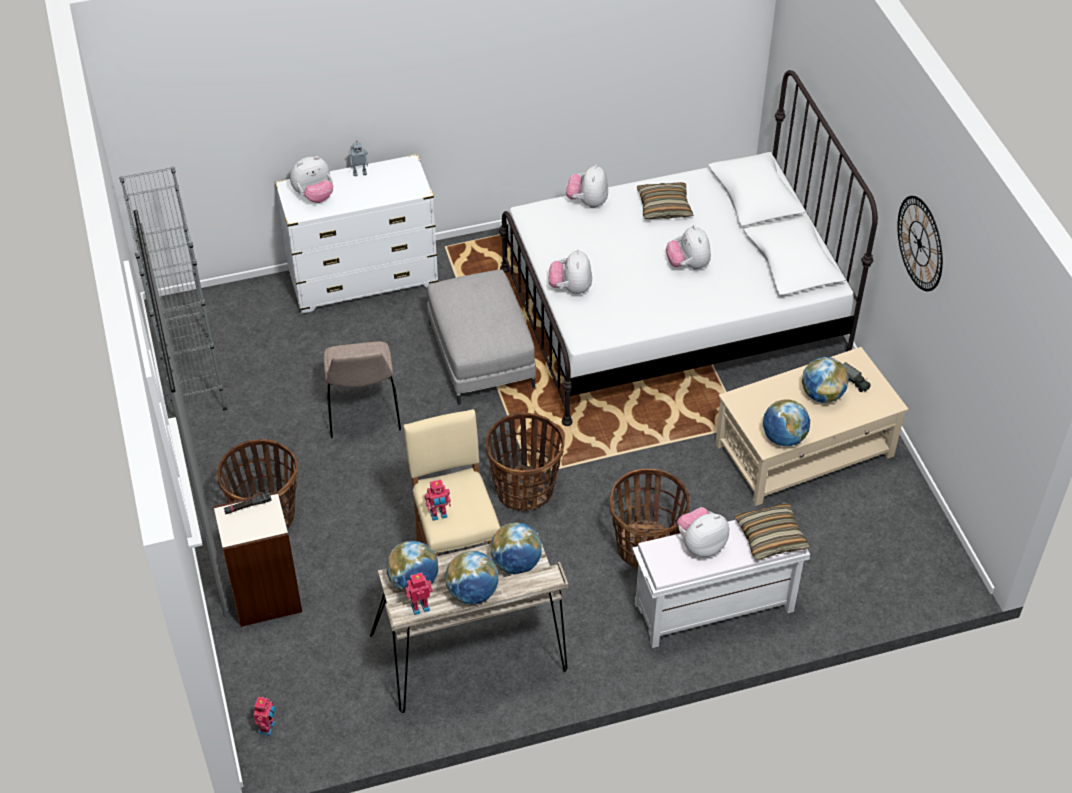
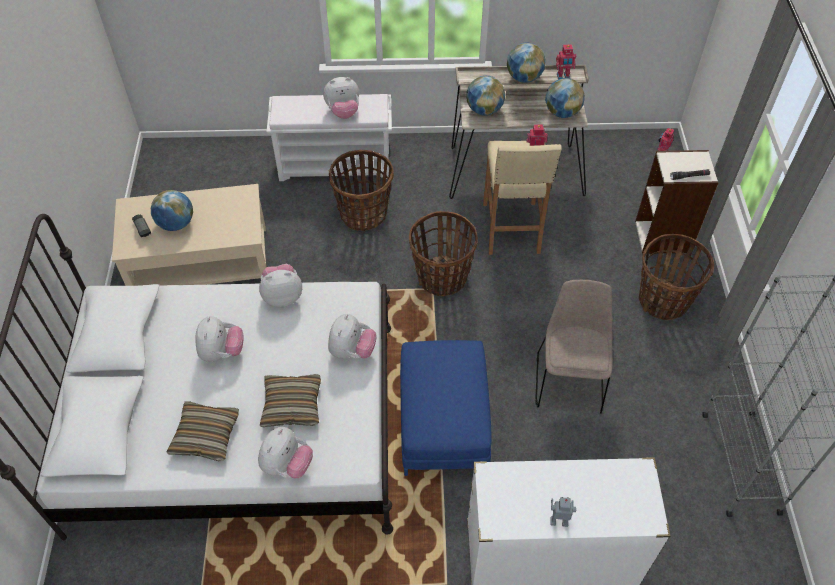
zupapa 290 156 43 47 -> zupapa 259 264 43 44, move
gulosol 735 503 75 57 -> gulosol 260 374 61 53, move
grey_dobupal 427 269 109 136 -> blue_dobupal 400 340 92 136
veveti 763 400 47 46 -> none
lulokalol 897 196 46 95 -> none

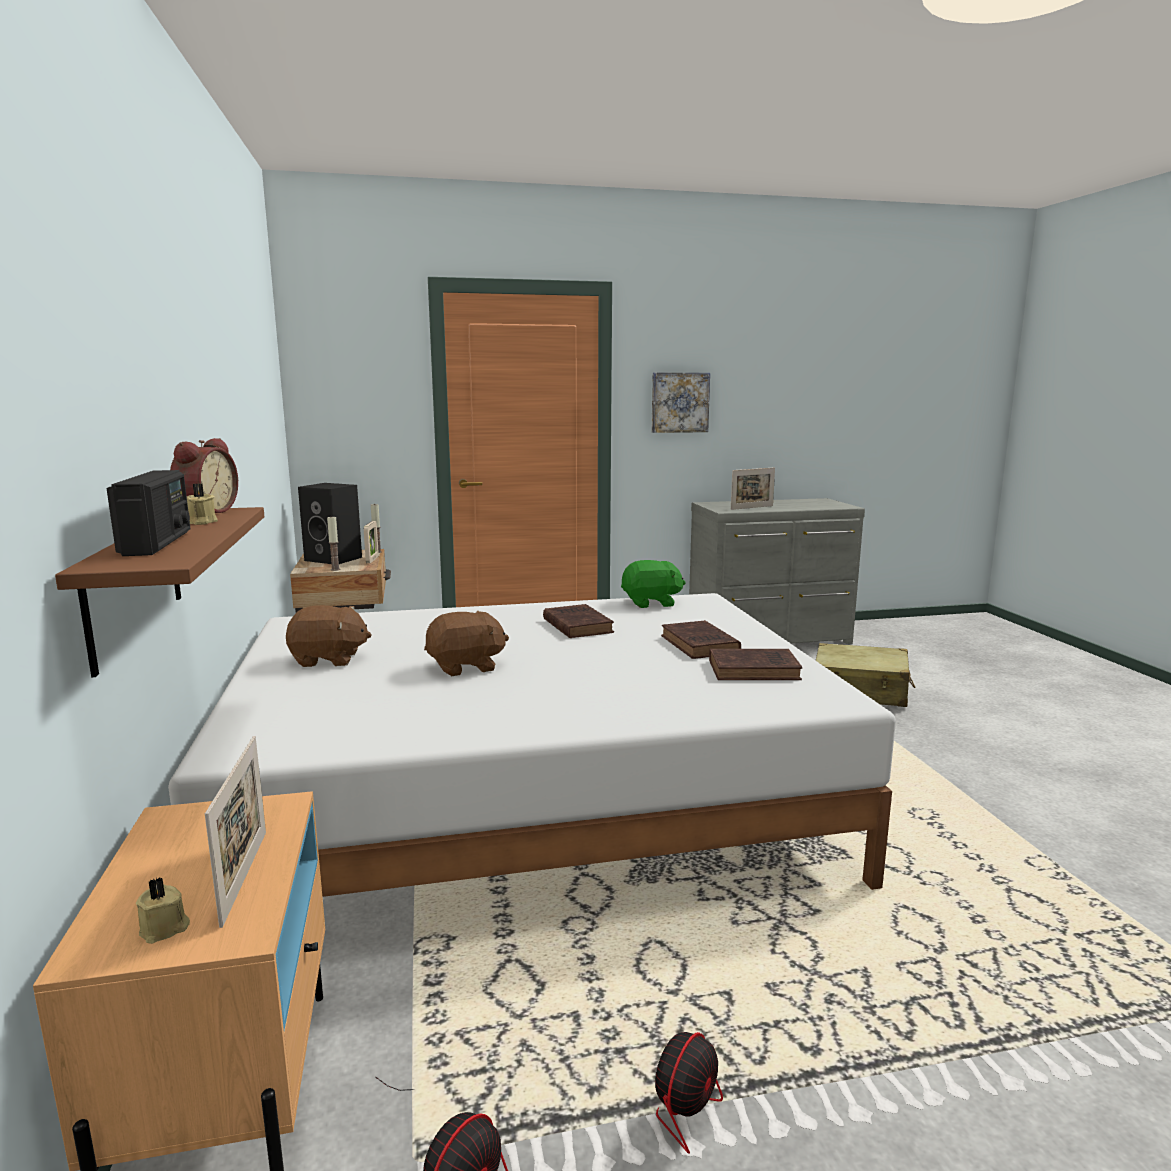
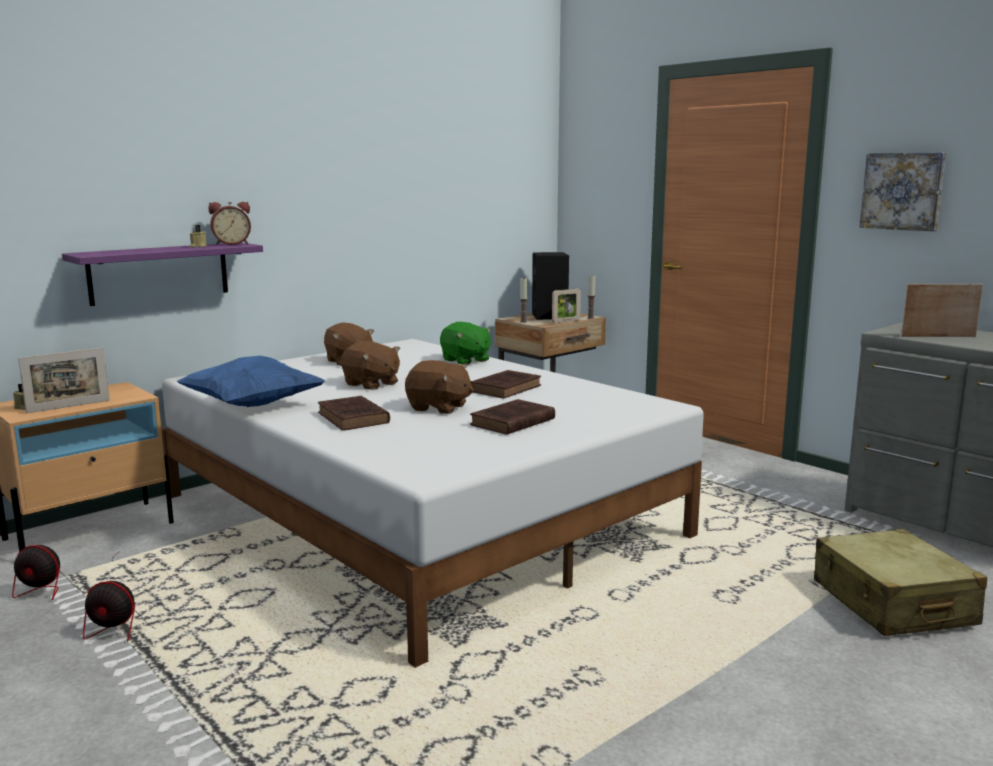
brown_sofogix 55 507 210 171 -> purple_sofogix 62 243 201 63
none -> blue_gulosol 176 356 149 51
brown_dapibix 709 649 93 31 -> brown_dapibix 318 396 72 34, move
none -> brown_zupapa 405 360 69 54
green_zupapa 621 560 65 48 -> green_zupapa 440 322 52 43, move
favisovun 731 467 44 43 -> favisovun 901 284 82 53, 150 degrees clockwise
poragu 106 470 84 86 -> none

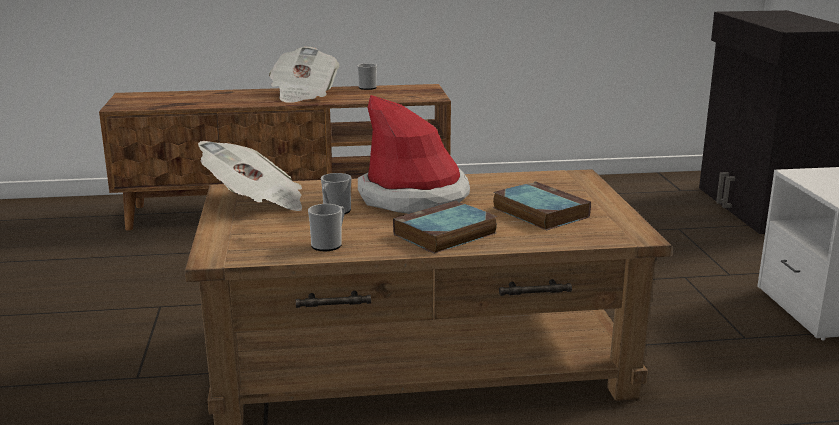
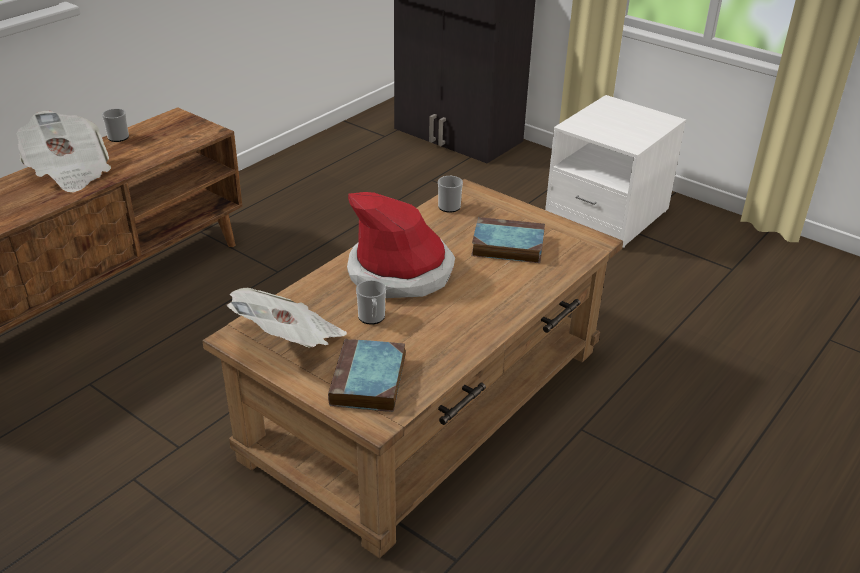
dapibix 393 200 105 54 -> dapibix 328 339 78 73, move
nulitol 308 204 37 47 -> nulitol 438 175 25 38, move

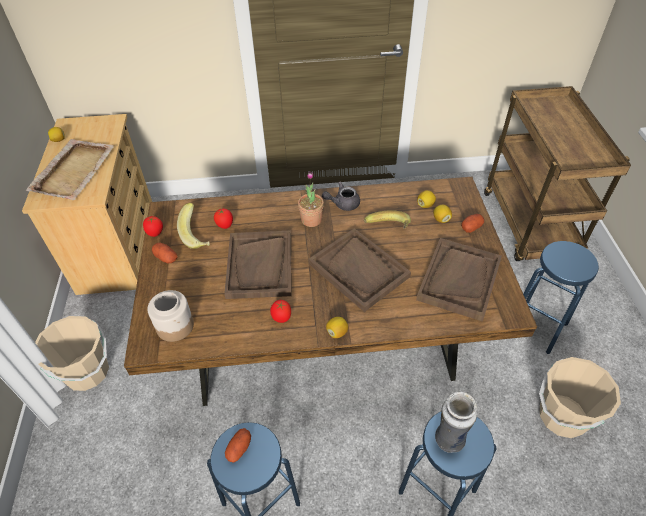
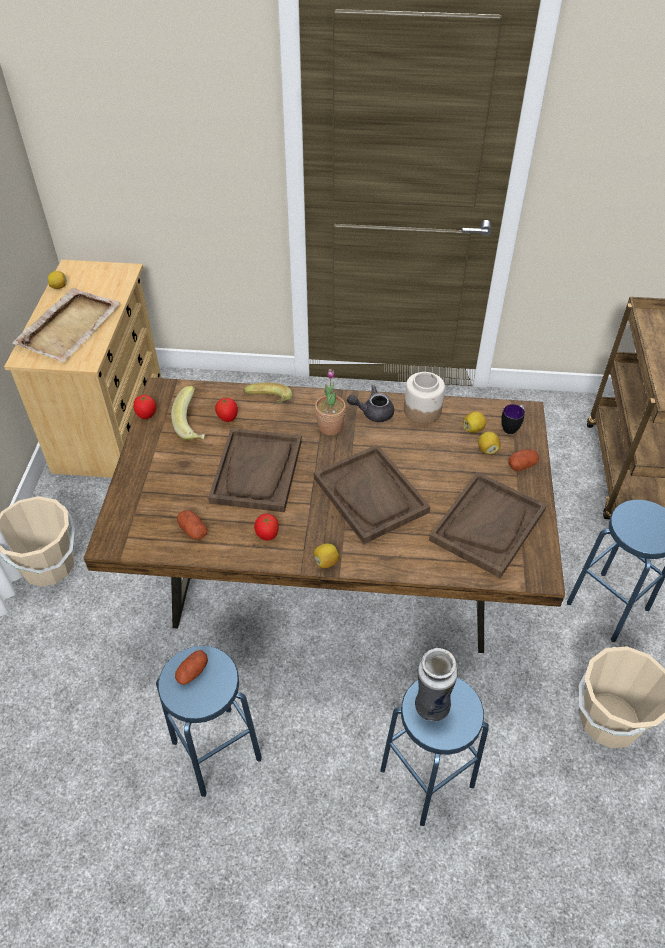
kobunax 152 243 26 20 -> kobunax 177 510 30 30, move
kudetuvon 364 210 47 19 -> kudetuvon 243 383 50 21, move
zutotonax 147 290 47 52 -> zutotonax 404 372 41 52, move
none -> nulitol 501 404 24 30

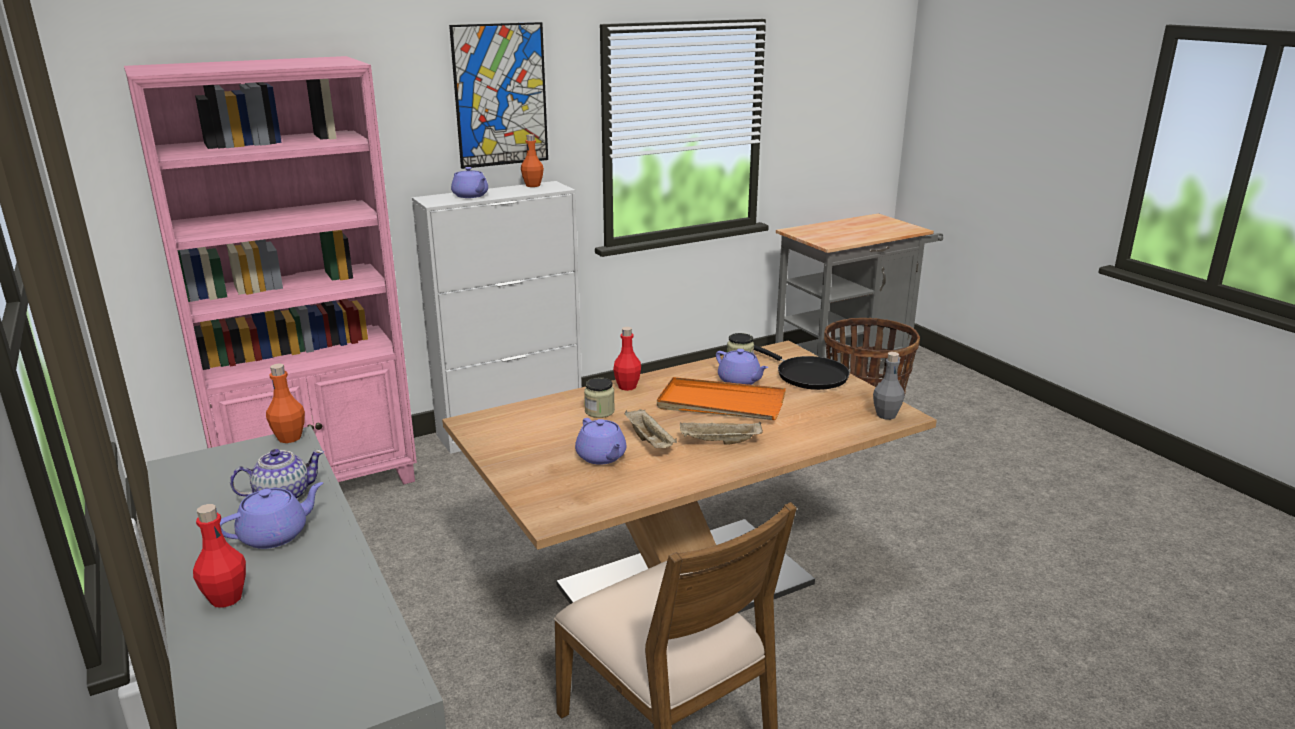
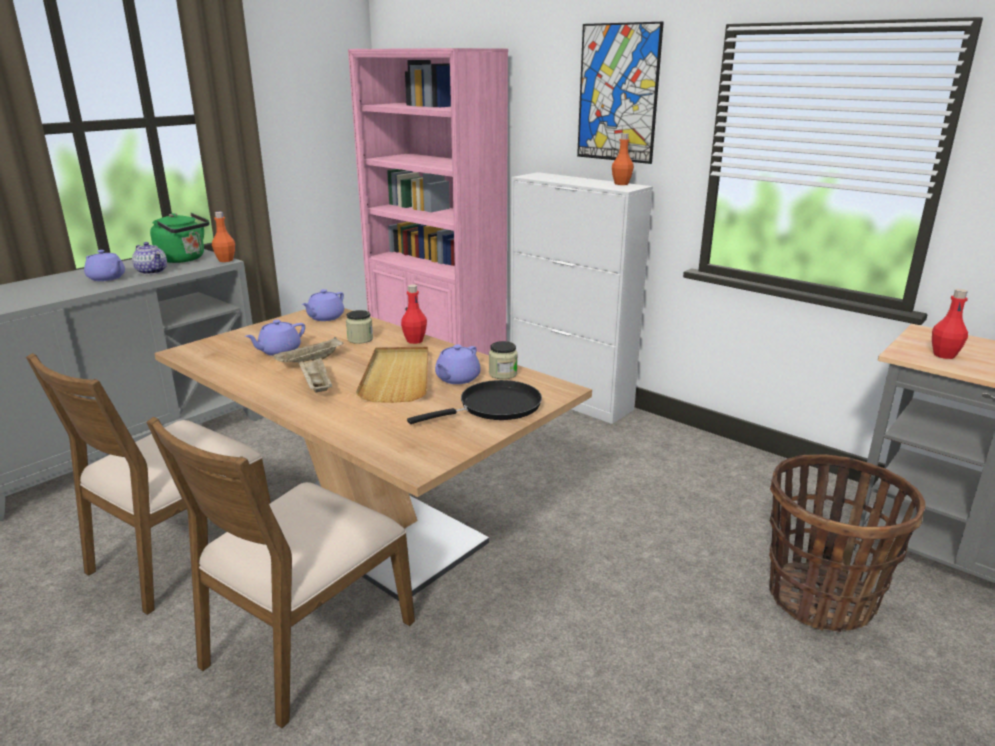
none -> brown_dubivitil 146 417 269 311
none -> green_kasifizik 150 213 60 50
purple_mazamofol 451 167 37 31 -> purple_mazamofol 302 289 42 32, move
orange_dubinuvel 657 377 129 43 -> beige_dubinuvel 356 347 72 56
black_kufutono 754 345 96 45 -> black_kufutono 407 380 135 44, 150 degrees counterclockwise
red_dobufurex 193 504 53 104 -> red_dobufurex 932 289 36 70, move
grey_dobufurex 873 352 32 68 -> none

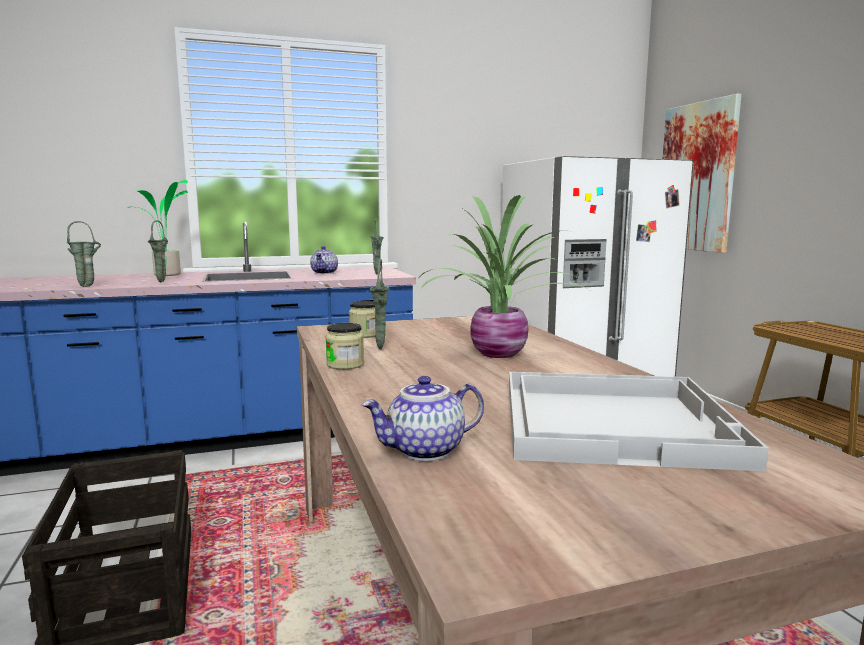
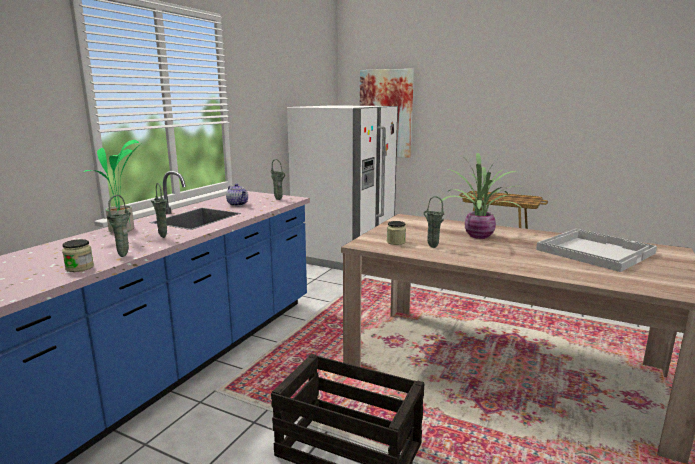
zutotonax 326 323 38 47 -> zutotonax 62 239 32 33, move
mazamofol 361 376 123 85 -> none

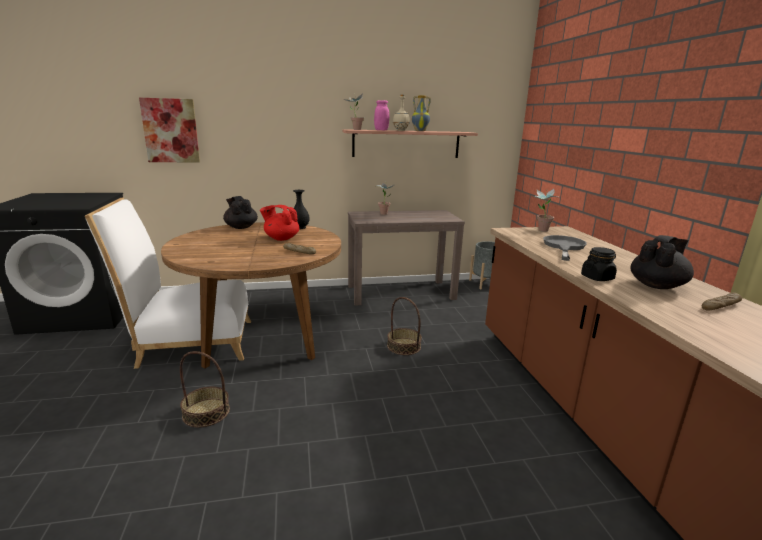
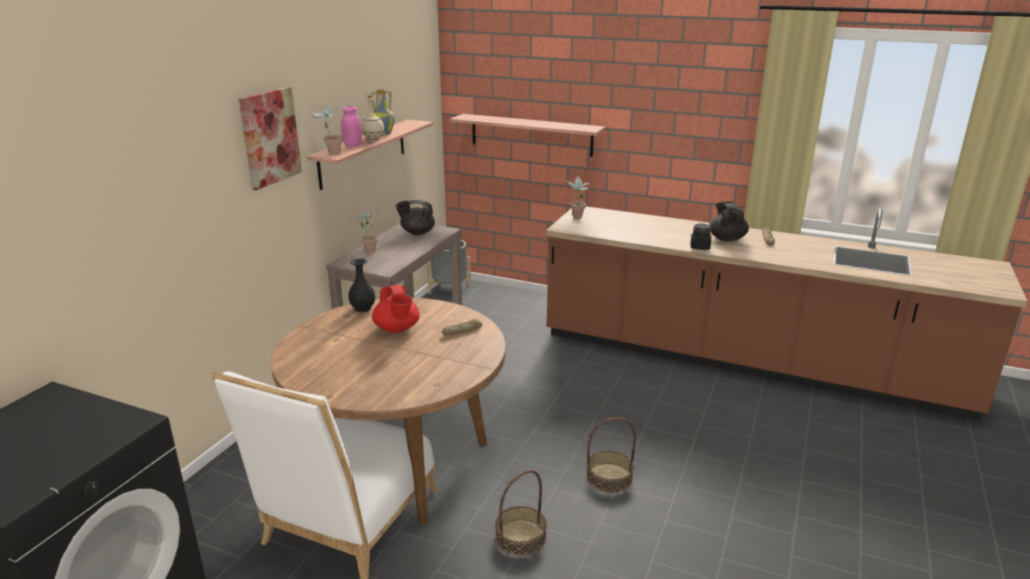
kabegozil 139 98 61 65 -> kabegozil 239 87 63 103, move
red_mazamofol 260 205 39 36 -> red_mazamofol 372 285 48 48, 75 degrees counterclockwise
black_mazamofol 223 196 35 33 -> black_mazamofol 396 200 39 35, move
none -> sofogix 450 114 155 43
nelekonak 387 297 35 58 -> nelekonak 586 417 50 76, move
grey_kufutono 543 235 44 26 -> none

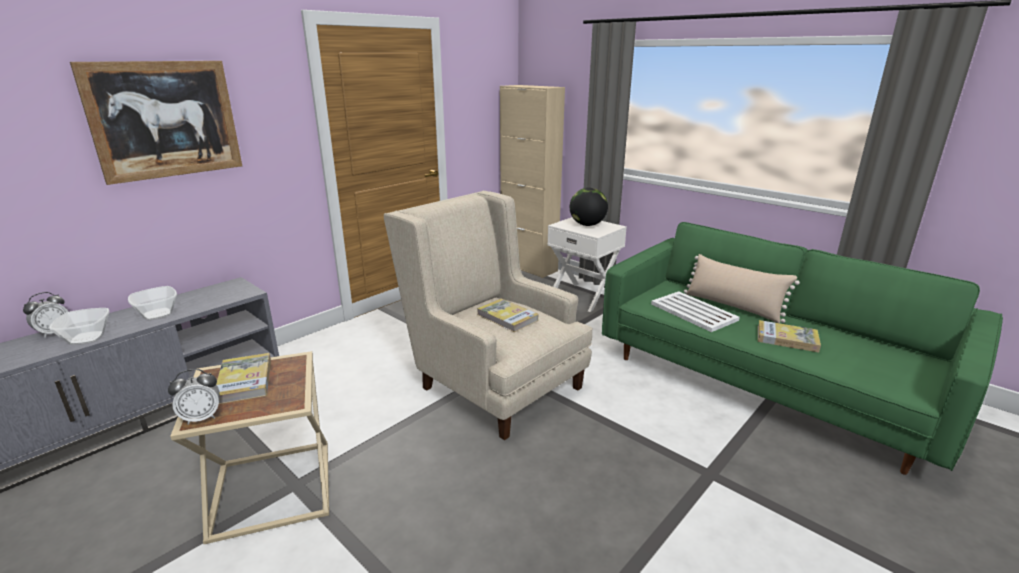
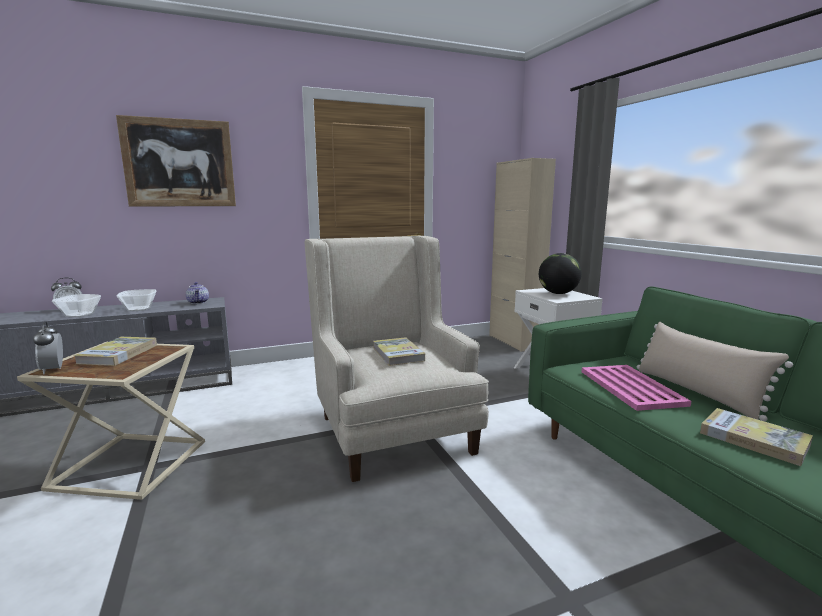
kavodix 168 369 52 56 -> kavodix 33 322 30 52, 60 degrees clockwise
none -> mazamofol 186 282 23 22
white_dubinuvel 651 291 89 41 -> pink_dubinuvel 581 365 110 46

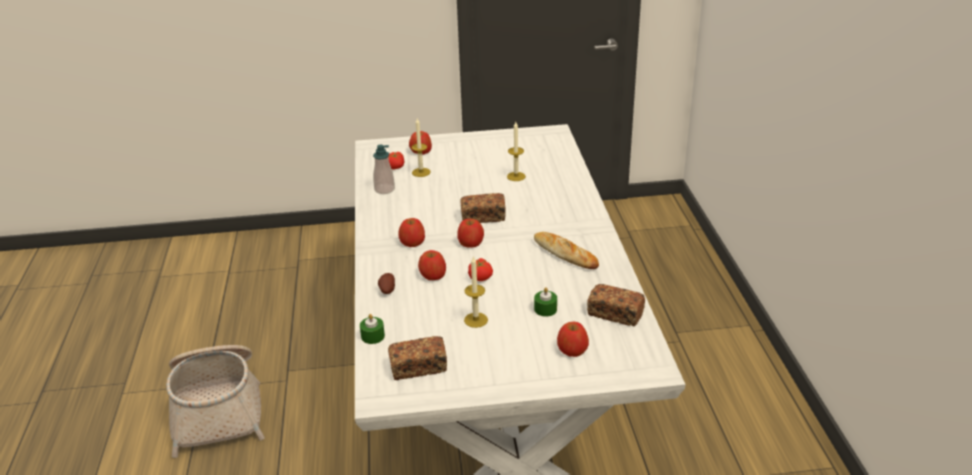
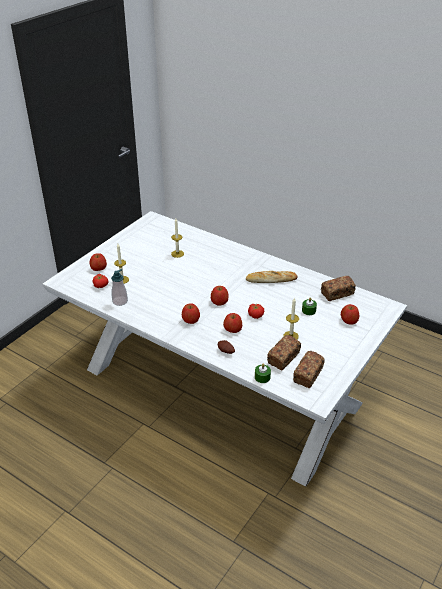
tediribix 461 193 45 30 -> tediribix 267 335 34 35, move
nelekonak 166 345 99 113 -> none

